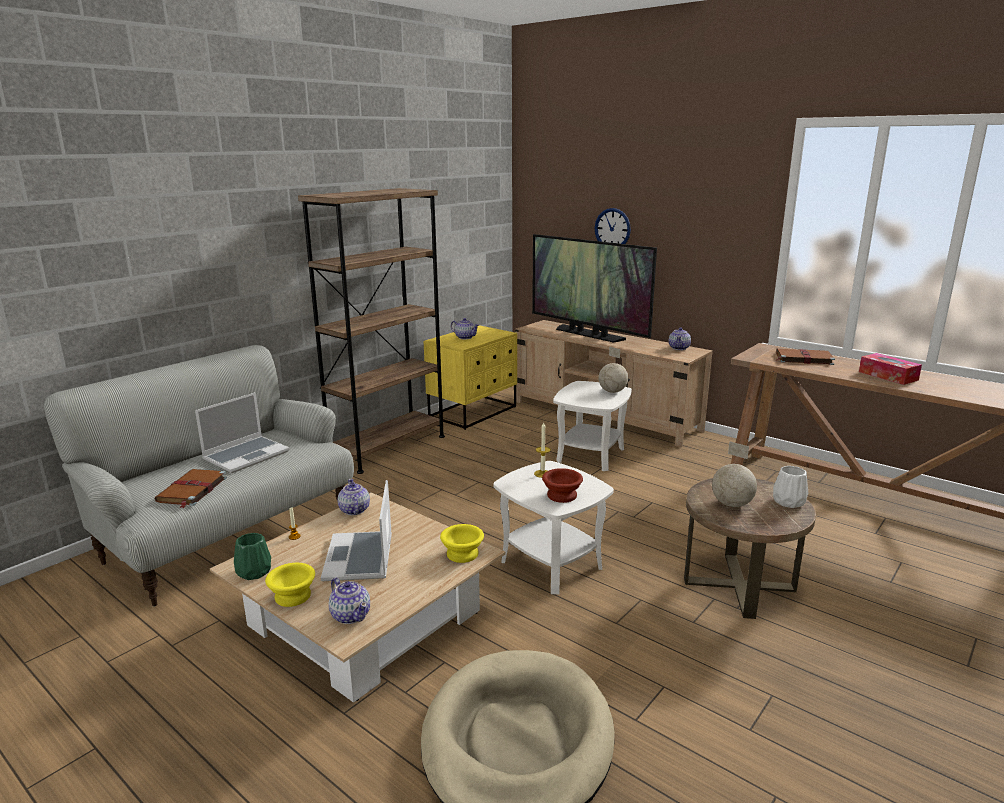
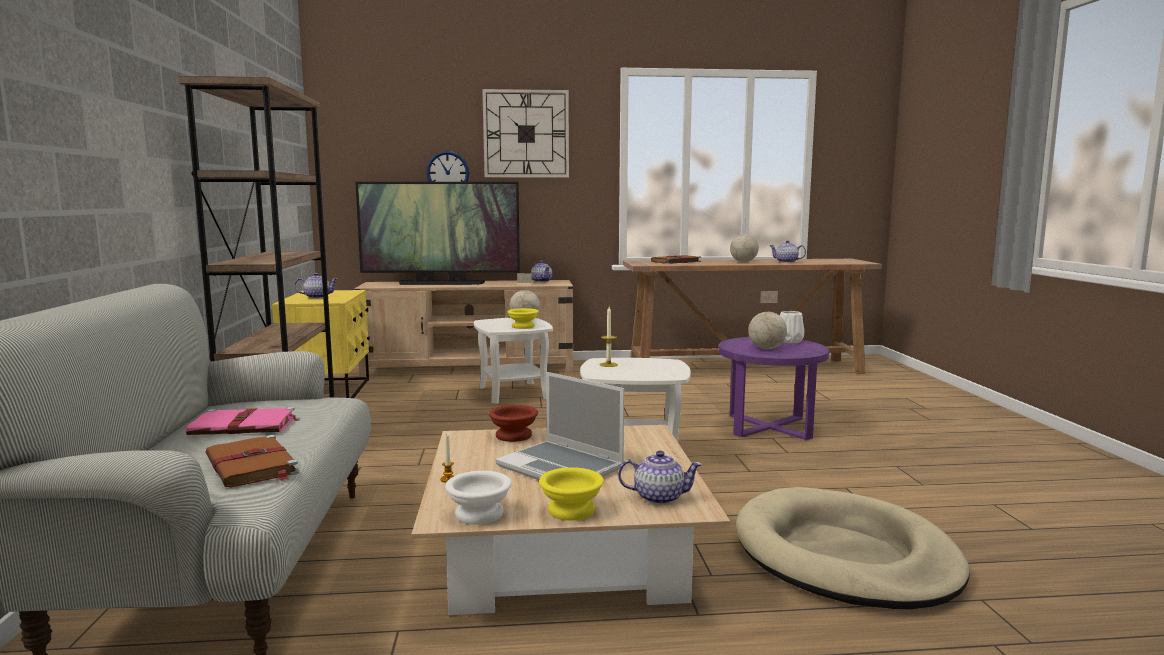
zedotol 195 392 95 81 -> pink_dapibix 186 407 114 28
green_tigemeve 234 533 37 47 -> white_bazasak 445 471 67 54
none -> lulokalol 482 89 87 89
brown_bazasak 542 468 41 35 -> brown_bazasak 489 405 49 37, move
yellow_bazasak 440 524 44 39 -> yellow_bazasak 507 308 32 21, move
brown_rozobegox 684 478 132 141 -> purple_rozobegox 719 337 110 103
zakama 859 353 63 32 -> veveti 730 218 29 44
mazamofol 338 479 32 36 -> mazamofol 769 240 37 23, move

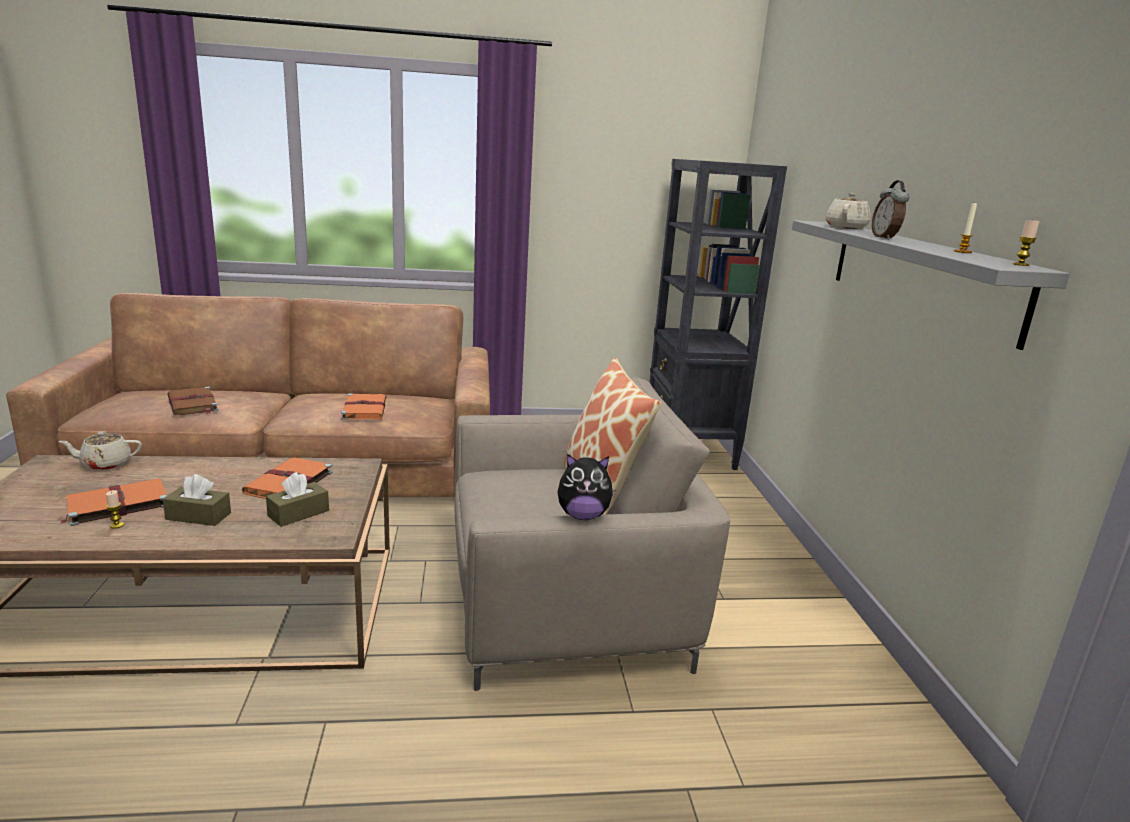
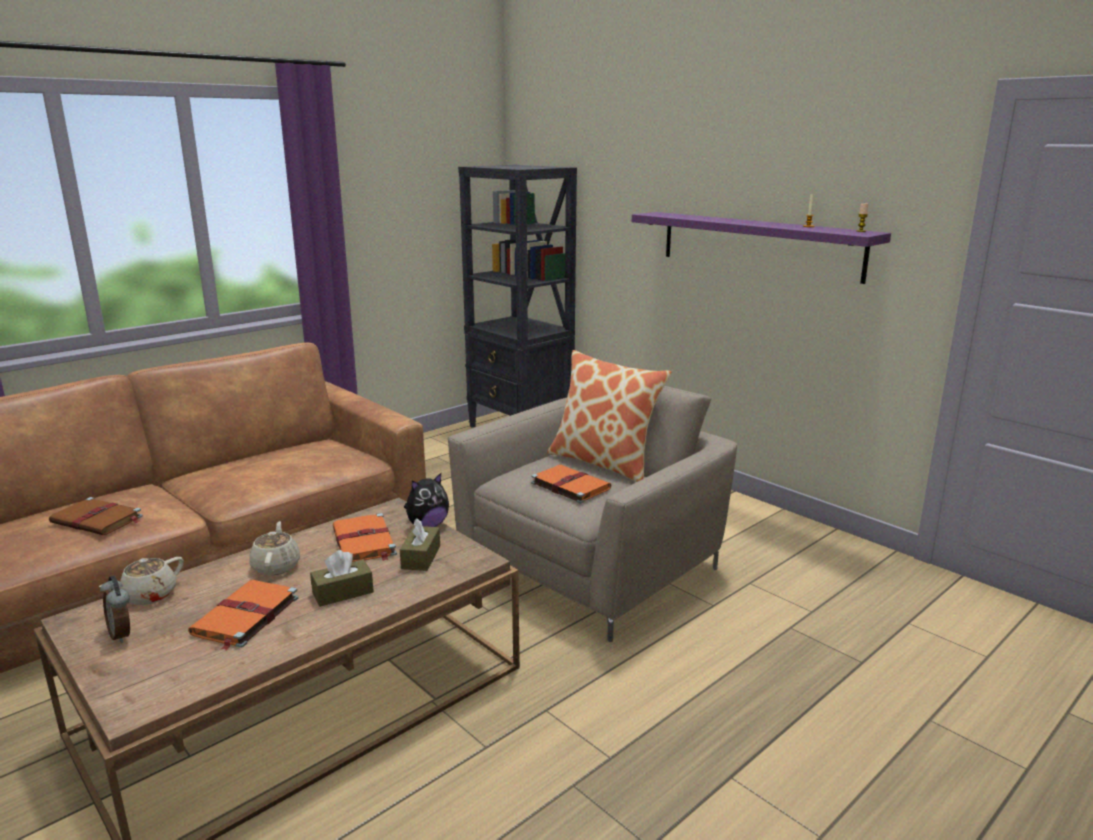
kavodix 872 180 37 60 -> kavodix 100 576 30 67, move
beige_mazamofol 826 193 45 36 -> beige_mazamofol 249 521 51 54, move
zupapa 557 454 59 66 -> zupapa 404 473 45 54, move
orange_dapibix 341 393 45 27 -> orange_dapibix 531 465 80 38, move
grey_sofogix 792 220 278 130 -> purple_sofogix 632 212 259 72
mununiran 106 490 18 39 -> none

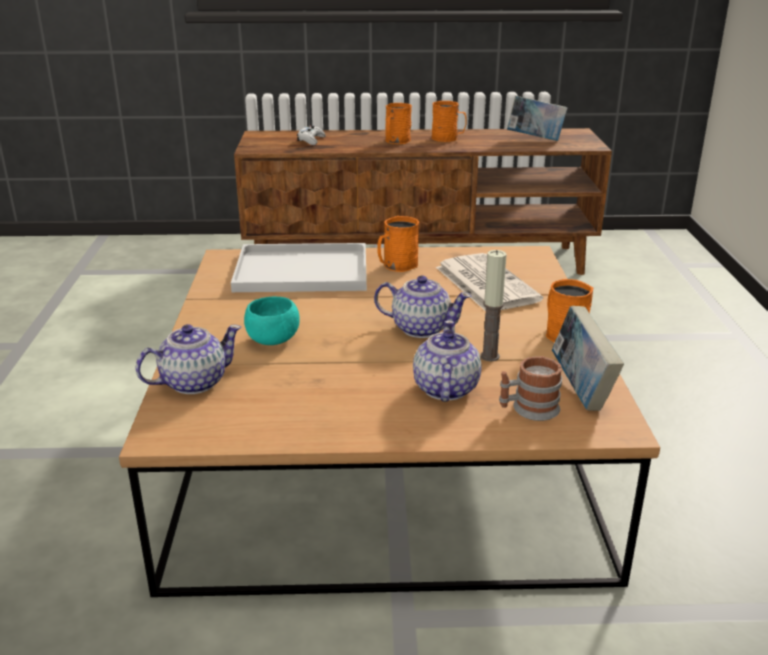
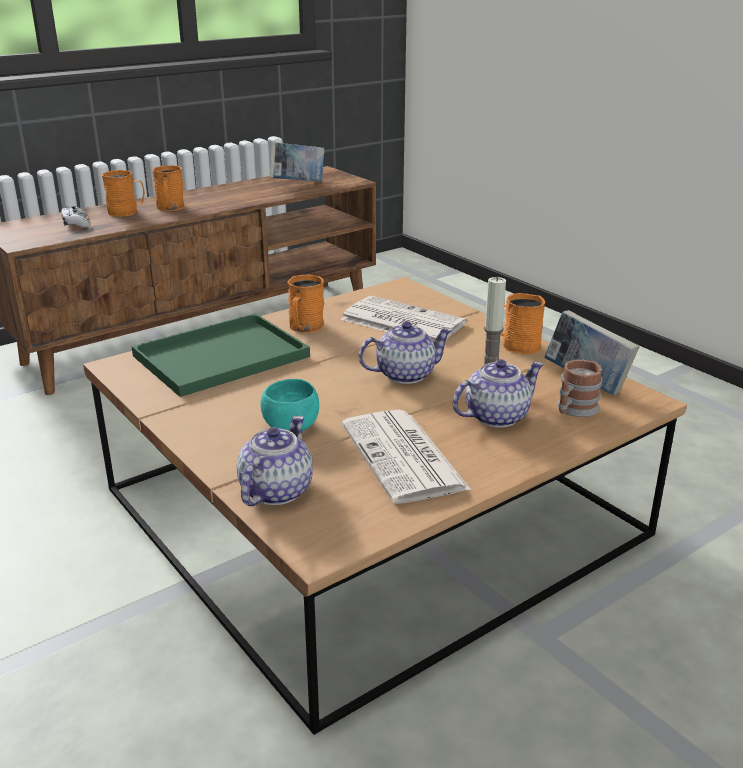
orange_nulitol 432 101 35 41 -> orange_nulitol 101 170 44 47, move
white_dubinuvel 231 243 136 49 -> green_dubinuvel 131 313 179 84
none -> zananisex 342 410 129 94
mazamofol 413 320 69 82 -> mazamofol 452 359 92 68, 90 degrees clockwise

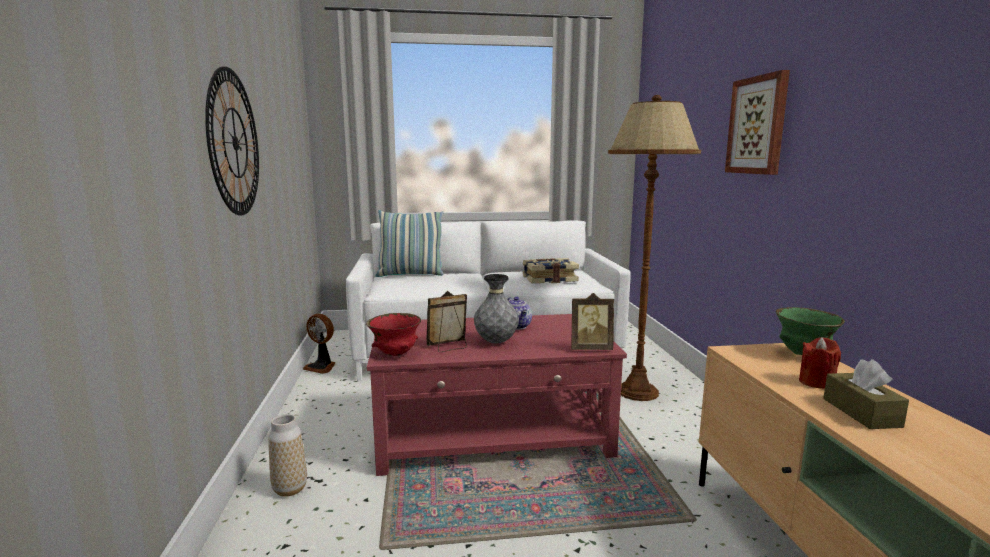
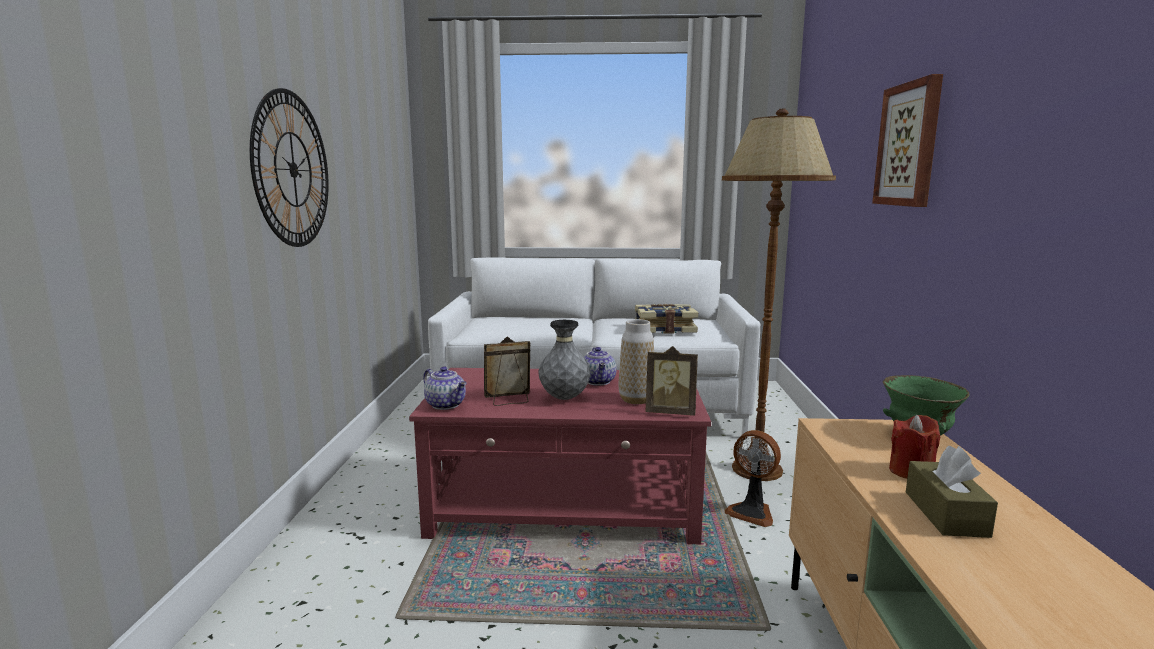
red_bazasak 366 313 55 43 -> mazamofol 423 367 44 43
tigemeve 268 414 39 83 -> tigemeve 619 319 35 85, move
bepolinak 303 314 32 60 -> bepolinak 724 430 57 97, move
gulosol 376 210 68 67 -> none

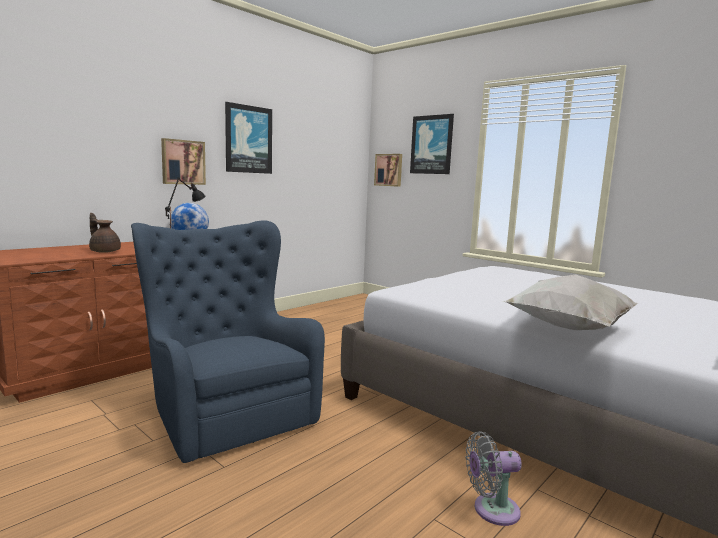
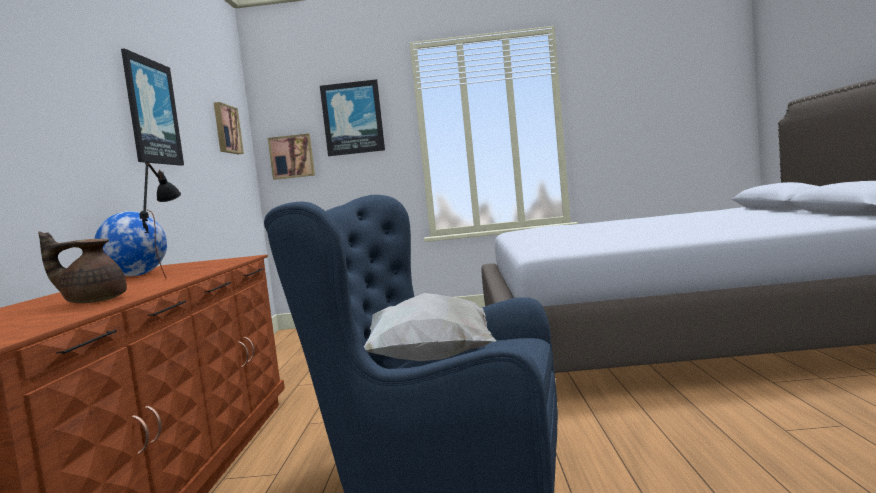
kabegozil 161 138 45 47 -> kabegozil 214 102 30 52, move
white_gulosol 501 275 137 55 -> white_gulosol 364 293 132 68, move
grey_bepolinak 466 431 56 95 -> none

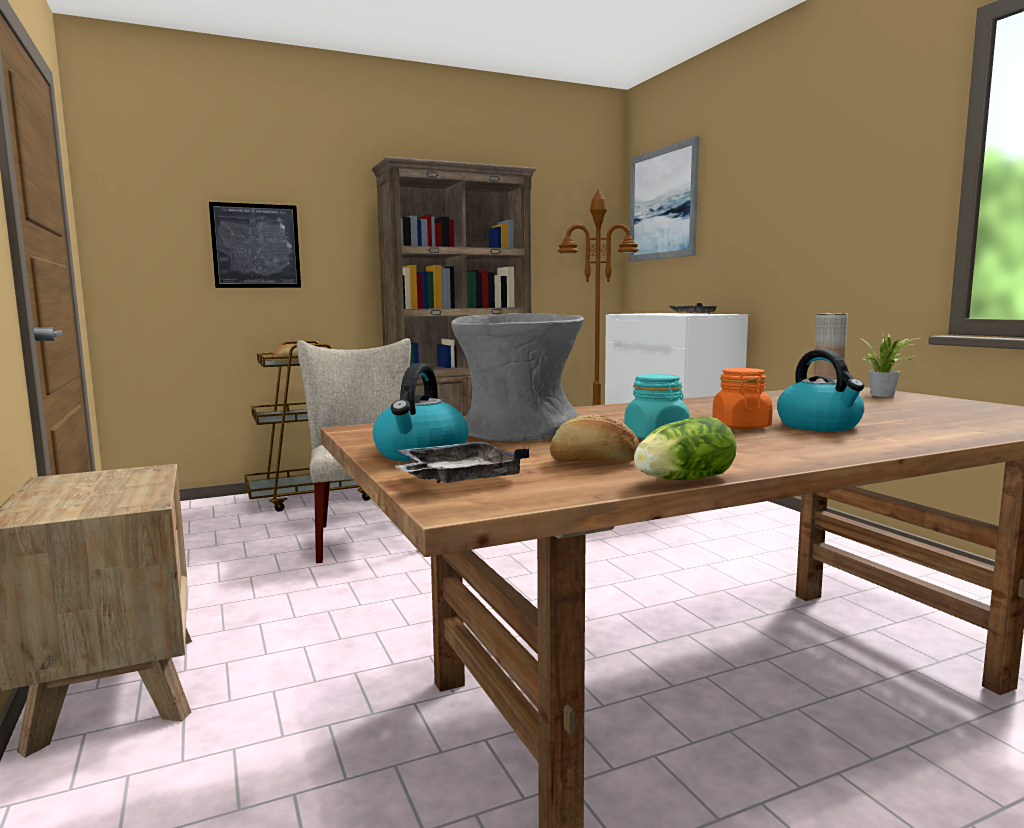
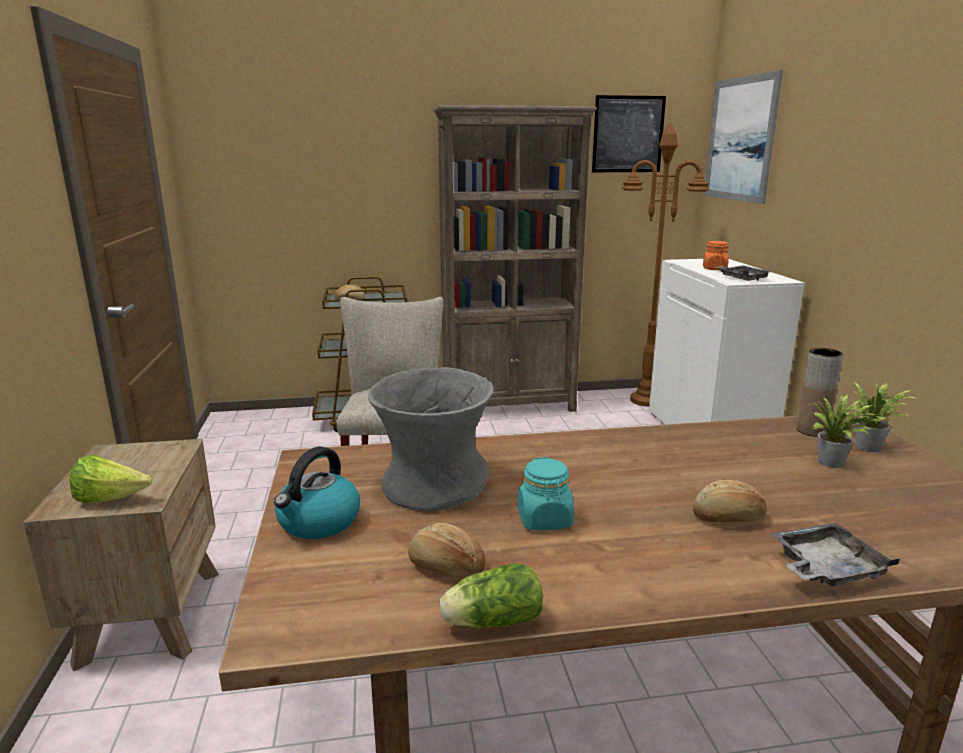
none -> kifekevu 69 455 83 48
kabegozil 209 202 92 86 -> kabegozil 592 95 74 77, move
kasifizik 777 349 87 82 -> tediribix 693 480 74 42
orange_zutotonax 712 368 61 61 -> orange_zutotonax 703 241 26 29, move
grey_dubinuvel 394 441 135 42 -> grey_dubinuvel 772 523 128 64, move
none -> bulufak 808 393 71 75

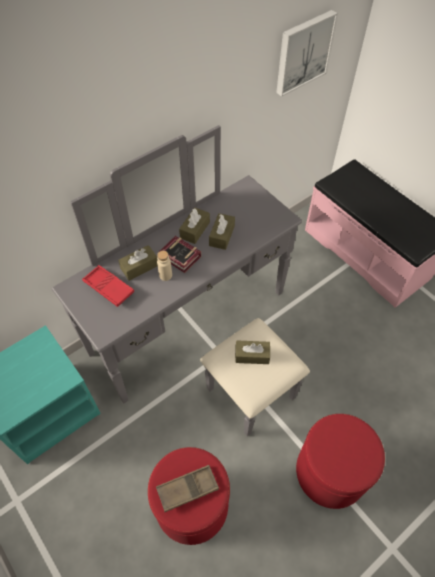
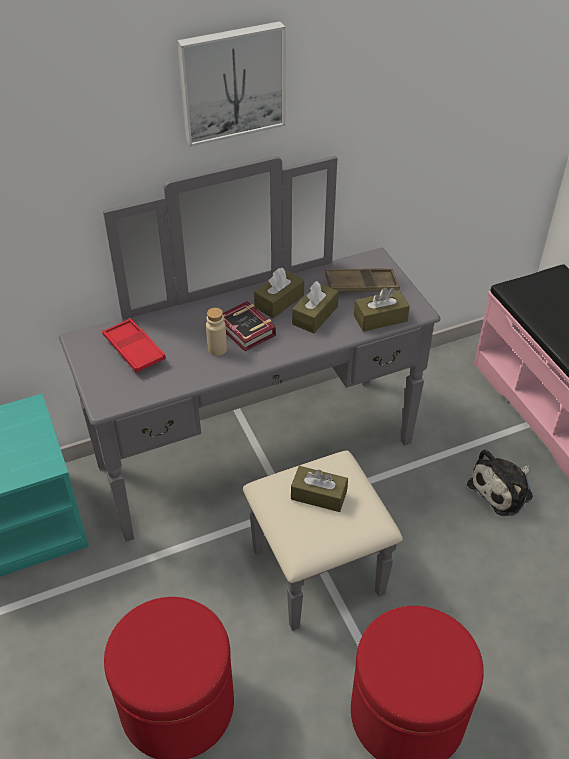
kabegozil 276 10 62 87 -> kabegozil 177 21 108 126, move
brown_dubinuvel 156 465 63 47 -> brown_dubinuvel 325 268 75 24, move
brown_zakama 118 245 39 36 -> brown_zakama 354 288 56 44, move
none -> zupapa 467 449 66 67

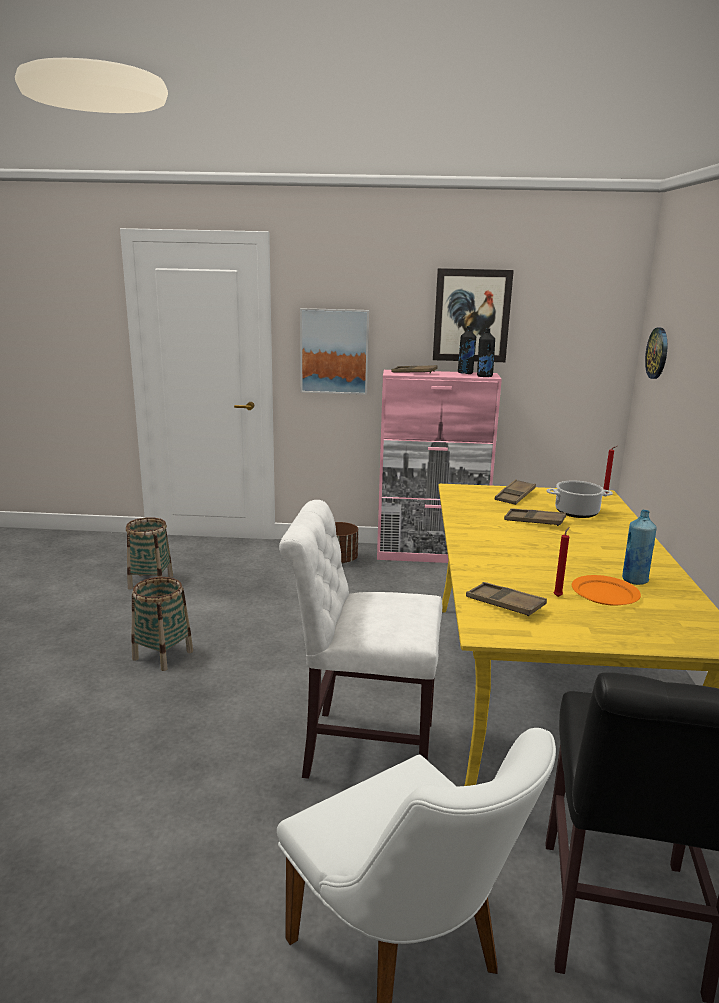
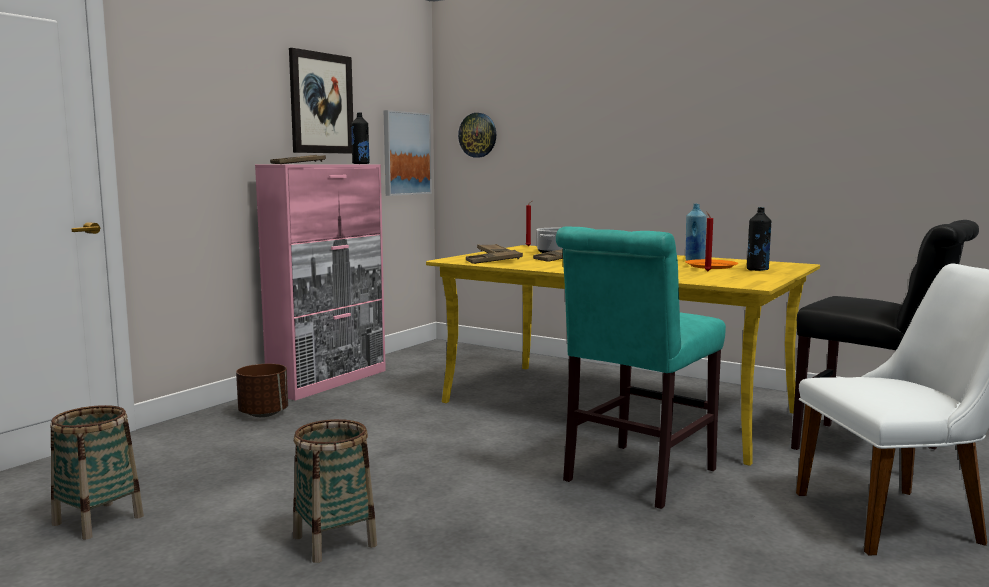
kabegozil 300 308 69 87 -> kabegozil 383 110 49 86, move
brown_dubinuvel 466 582 81 34 -> brown_dubinuvel 466 250 57 14, move
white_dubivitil 279 500 163 279 -> turquoise_dubivitil 556 227 170 282
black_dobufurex 458 326 18 48 -> black_dobufurex 747 207 24 64, move

